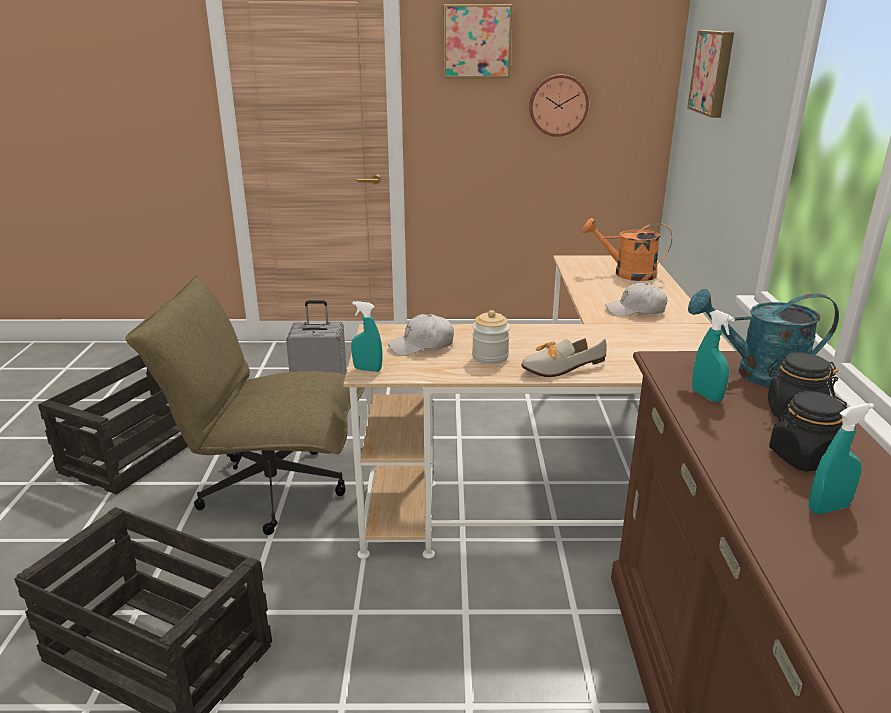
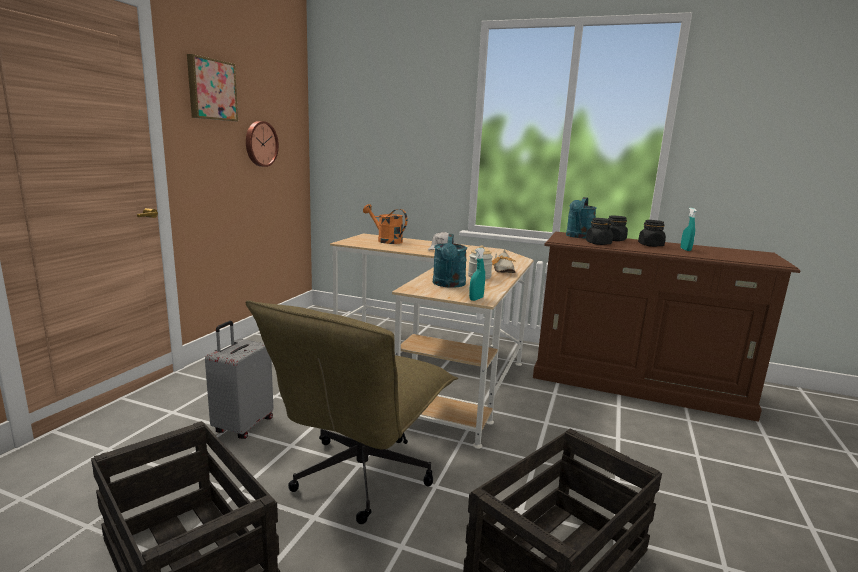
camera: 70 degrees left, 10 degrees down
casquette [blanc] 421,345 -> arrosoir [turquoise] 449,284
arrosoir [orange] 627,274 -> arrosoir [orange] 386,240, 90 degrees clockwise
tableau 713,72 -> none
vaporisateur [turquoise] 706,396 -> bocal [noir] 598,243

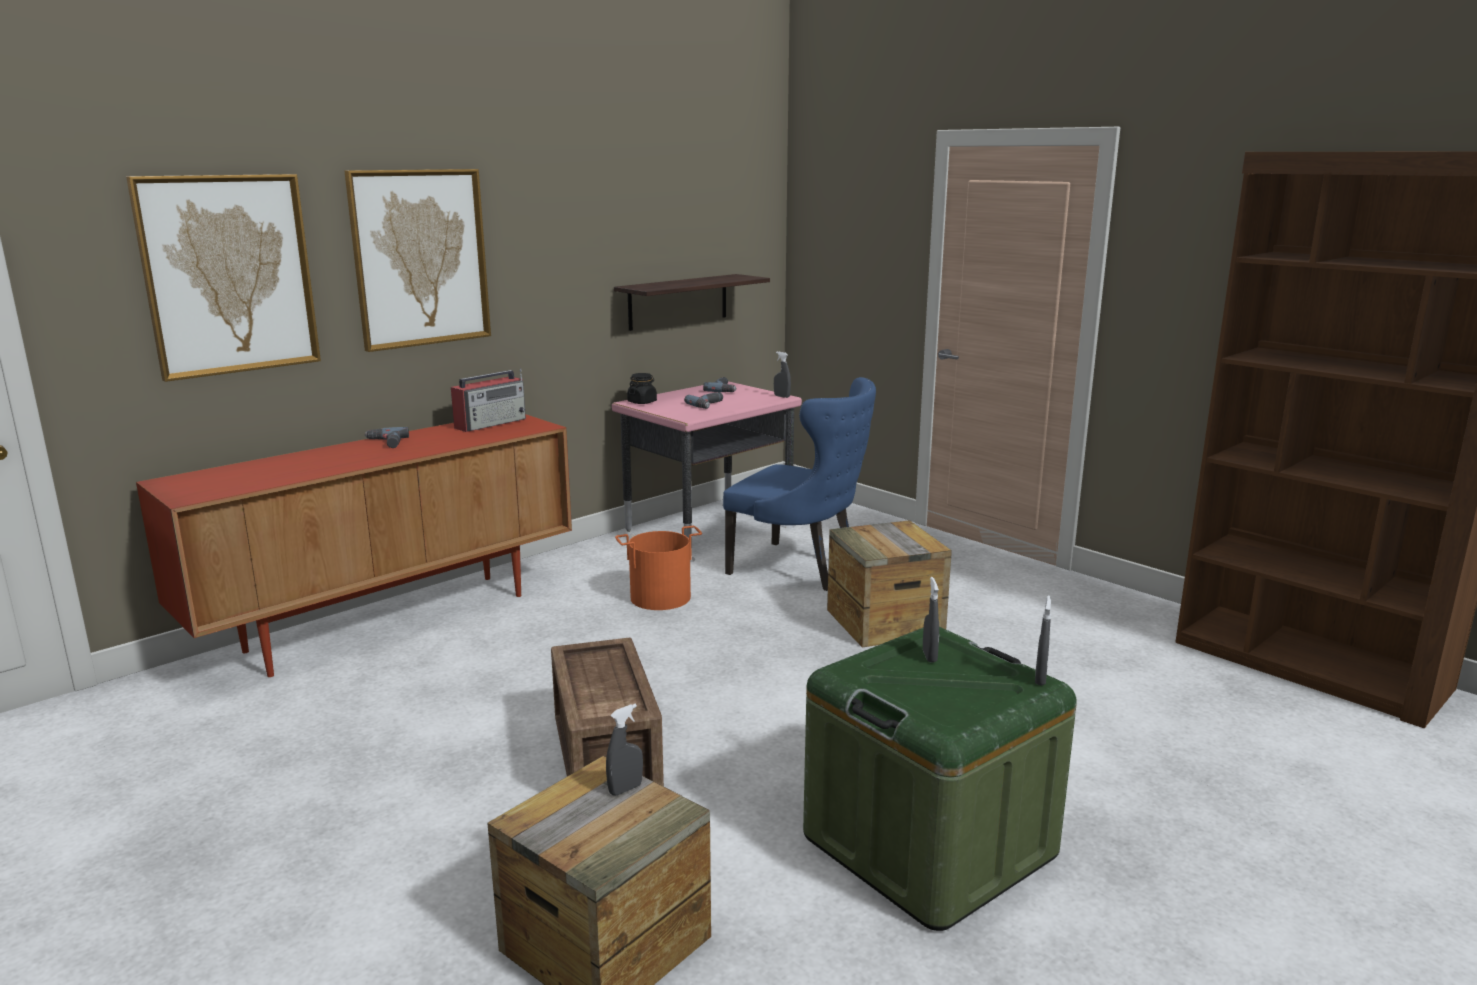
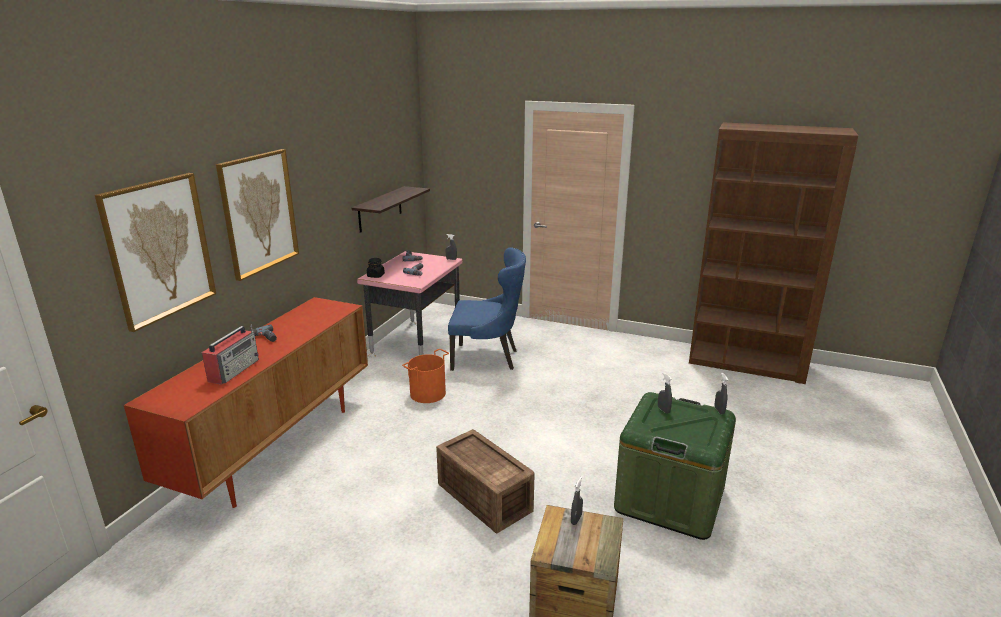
camera: 25 degrees left, 5 degrees up
radio 492,423 -> radio 234,370, moved
caisse 884,622 -> none

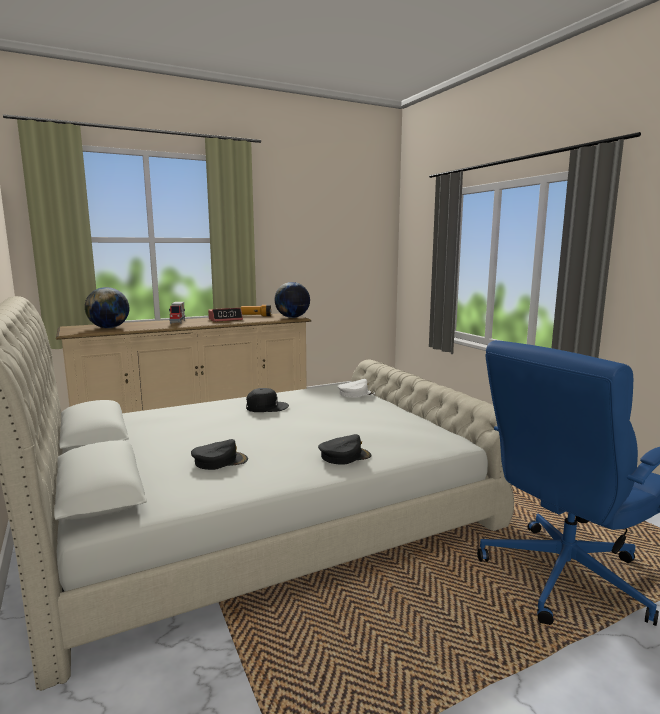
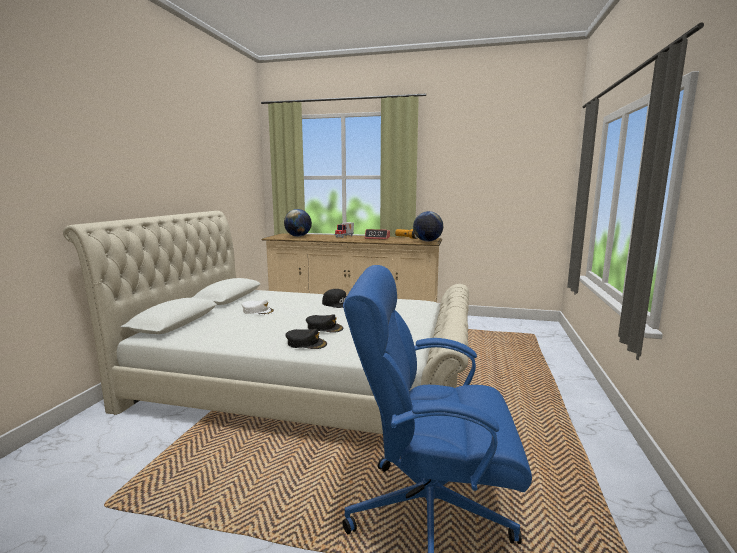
camera: 40 degrees right, 0 degrees up
casquette [noir] 220,461 -> casquette [noir] 324,327, moved
casquette [blanc] 356,393 -> casquette [blanc] 258,311, moved

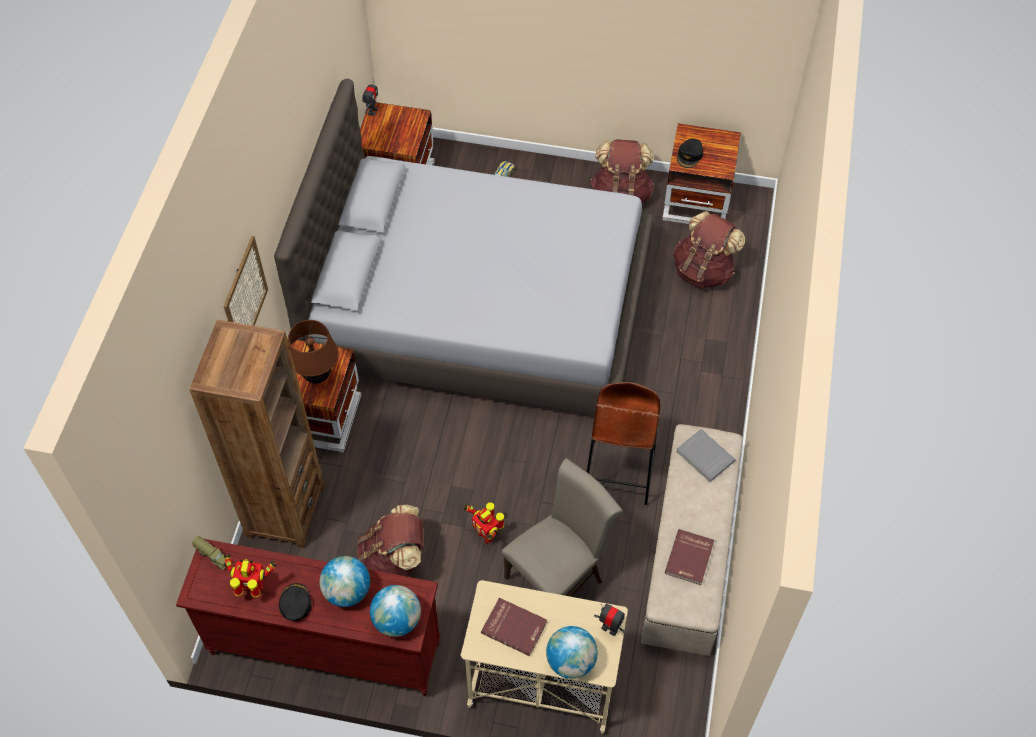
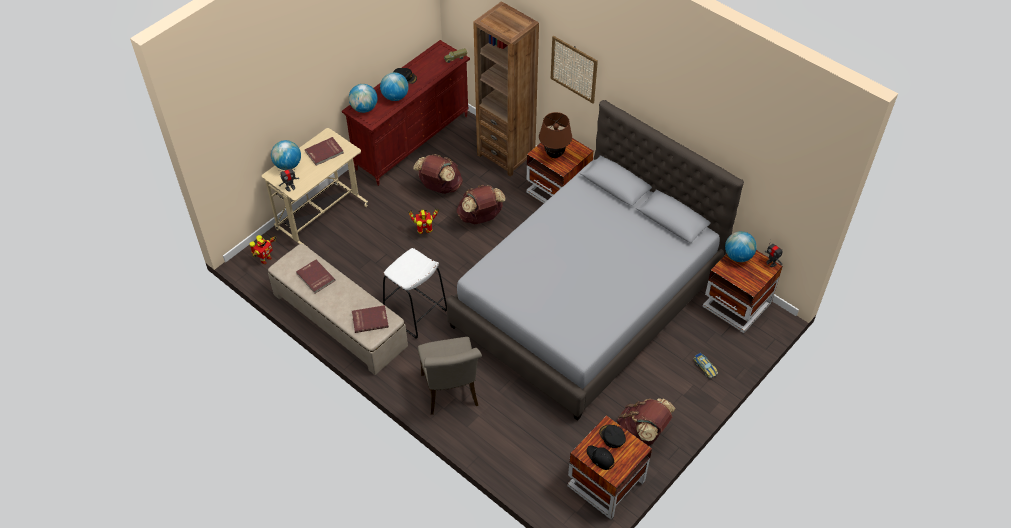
camera: 120 degrees right, 5 degrees down
robot jouet 253,588 -> robot jouet 265,259, moved
chaise [beige] 558,576 -> chaise [beige] 451,393, moved
tabouret [marron] 619,472 -> tabouret [blanc] 415,313
sac à dos [marron] 703,271 -> sac à dos [marron] 480,217, moved
livre [gris] 704,457 -> livre [rouge] 370,319
none -> casquette [noir] 600,458
none -> globe 738,256

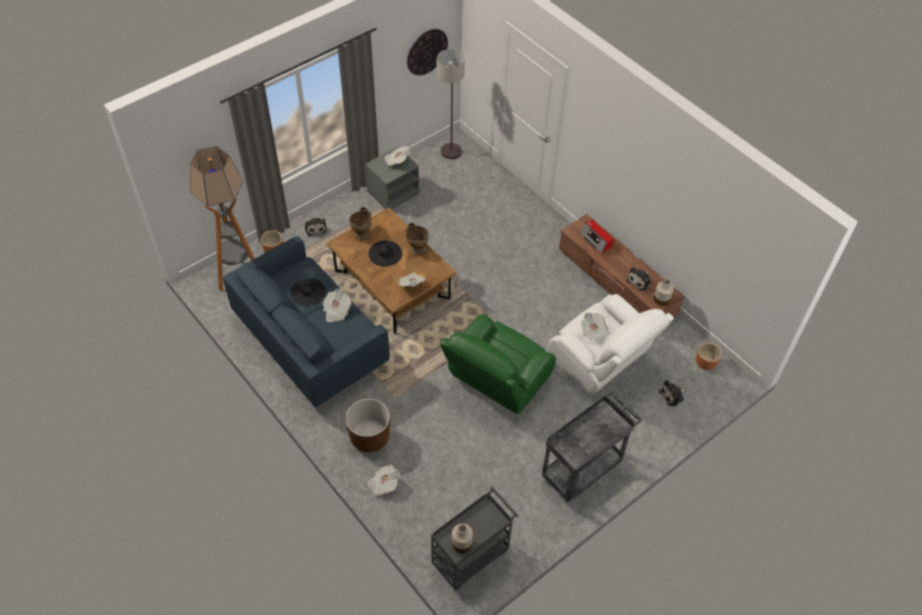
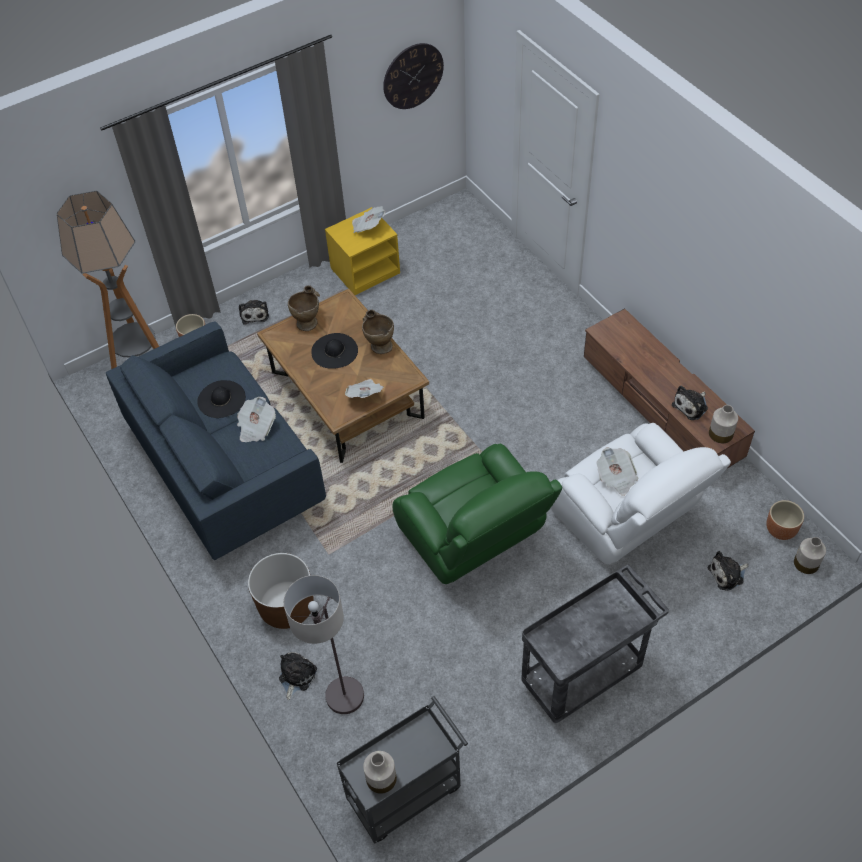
camera: 10 degrees right, 0 degrees up
table de chevet [gris] 393,192 -> table de chevet [jaune] 365,270
journal 383,484 -> peluche 296,676
lampadaire [gris] 450,156 -> lampadaire [gris] 341,707, moved
fauteuil [vert] 496,383 -> fauteuil [vert] 474,540, 75 degrees counterclockwise
radio 596,240 -> none
none -> vase [beige] 806,563

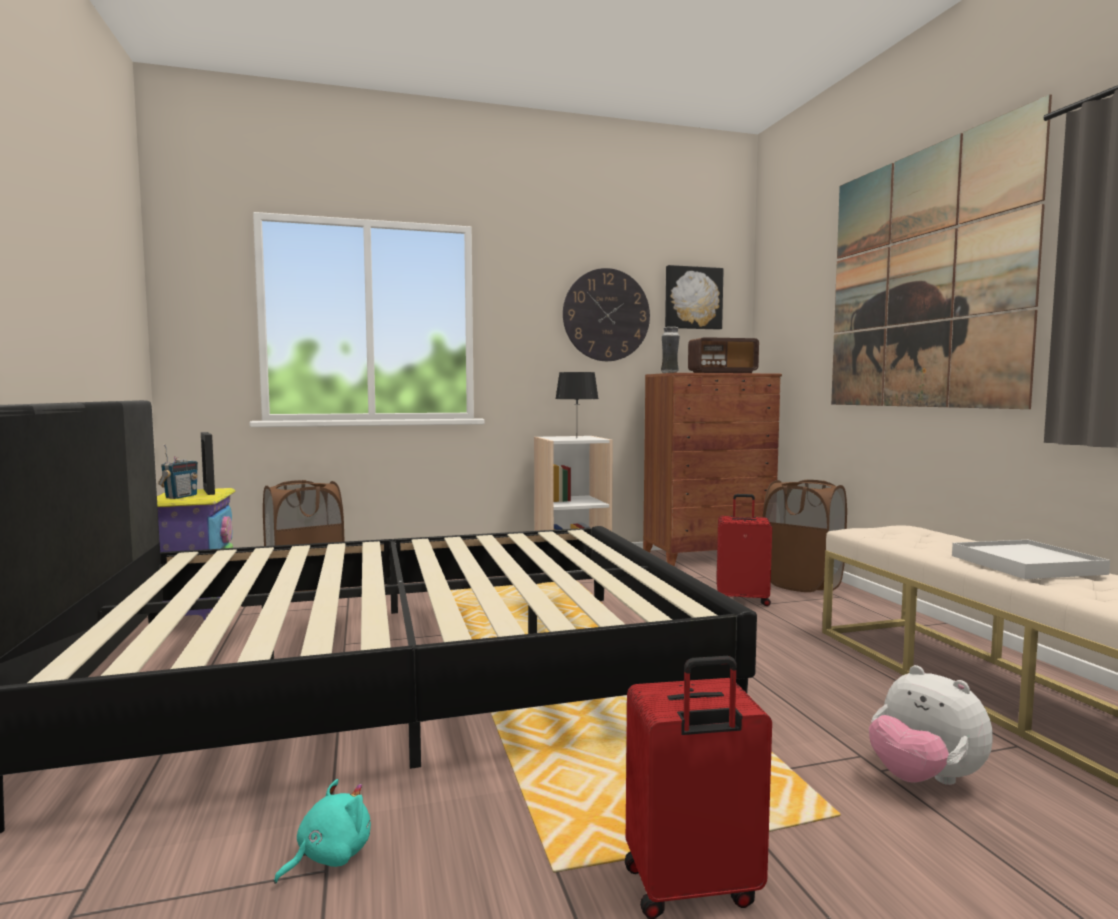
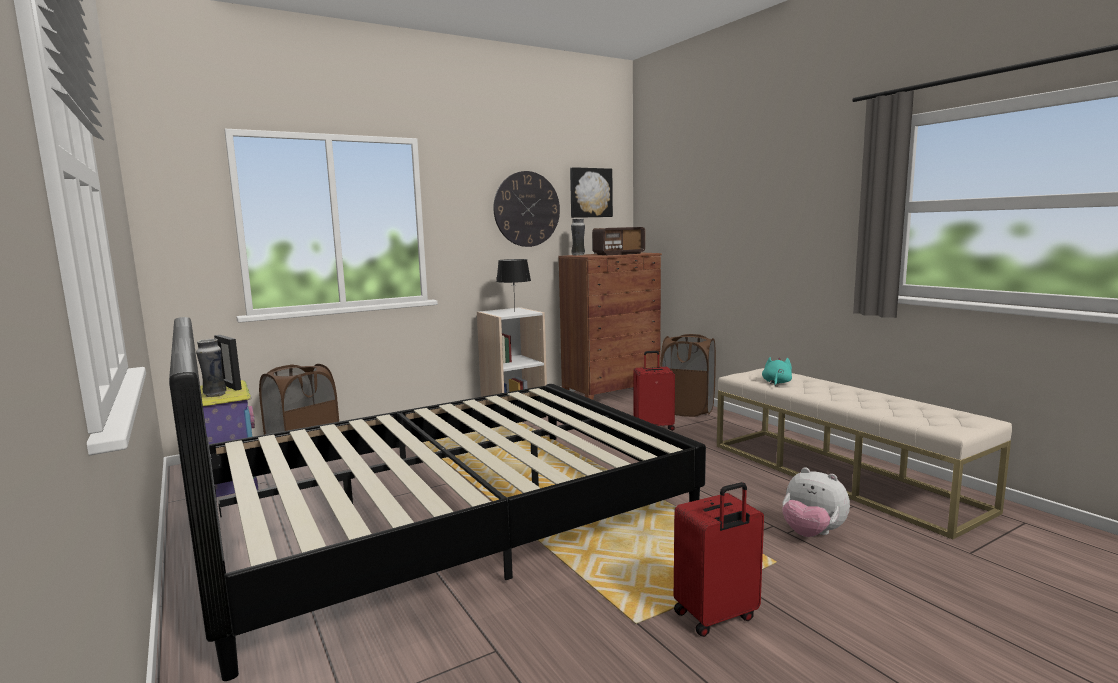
camera: 15 degrees left, 5 degrees up
radio 180,497 -> vase 214,395
peluche [turquoise] 329,856 -> peluche [turquoise] 776,383, moved
tableau 922,279 -> none
plateau [blanc] 1026,565 -> none

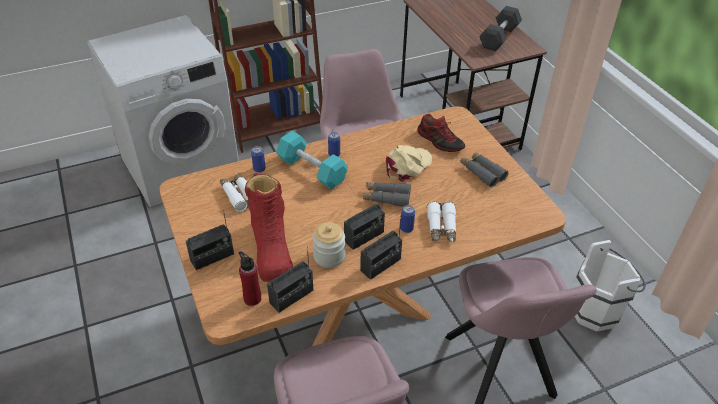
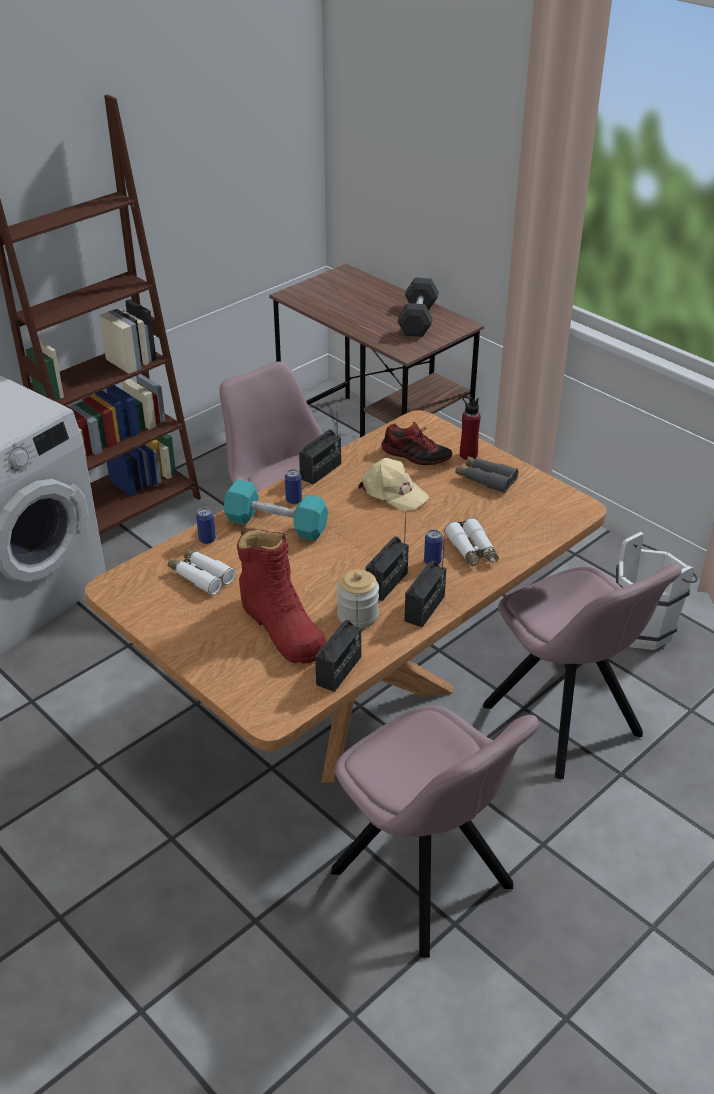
camera: 20 degrees left, 5 degrees down
radio 212,257 -> radio 321,471, moved
bouteille [rouge] 252,298 -> bouteille [rouge] 468,455, moved
jumelles [gris] 386,198 -> none
casquette [beige] 407,166 -> casquette [beige] 392,492, 105 degrees clockwise

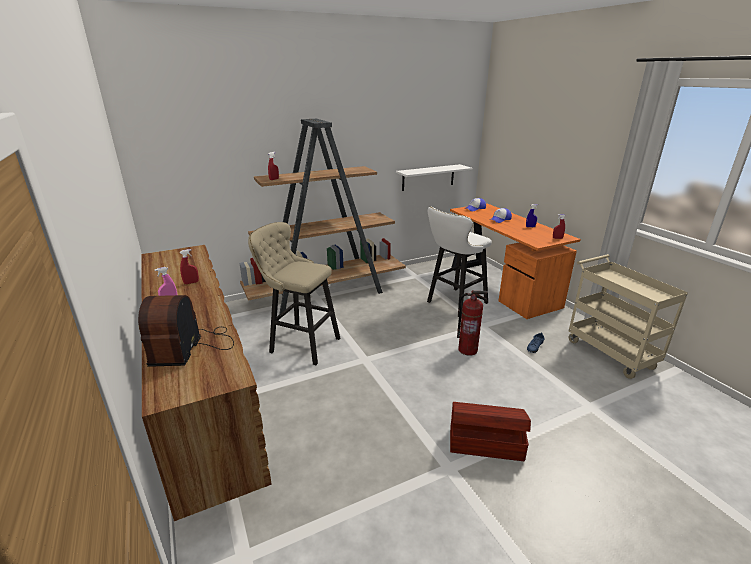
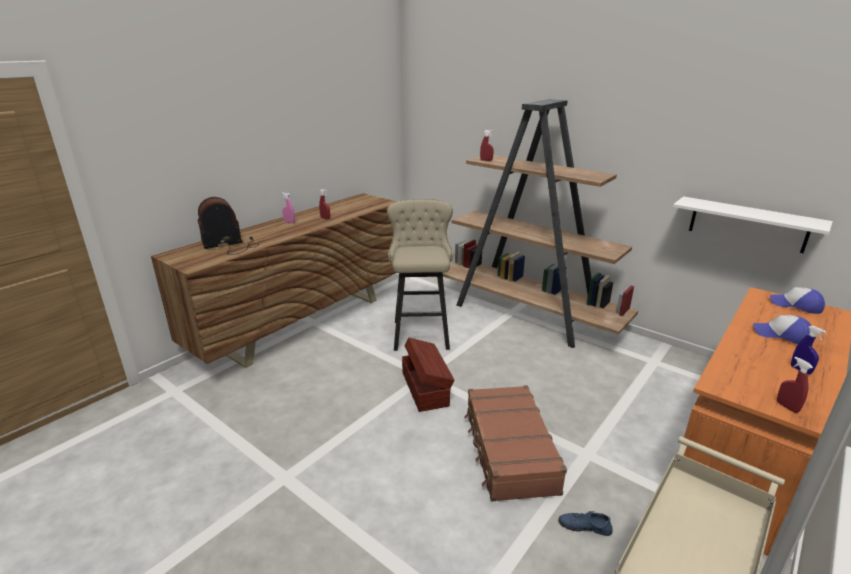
camera: 65 degrees right, 0 degrees up
tabouret [blanc] 452,304 -> none
boîte de rangement [marron] 485,443 -> boîte de rangement [marron] 425,388, moved
extincteur 467,350 -> valise [marron] 509,451

